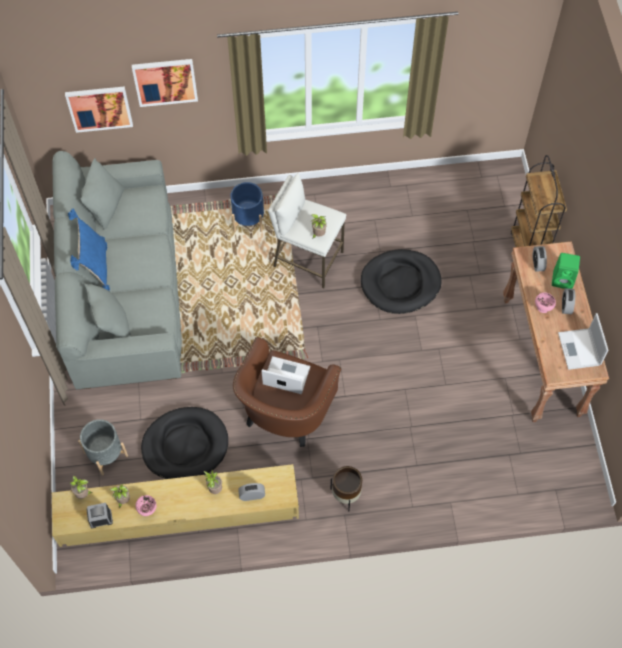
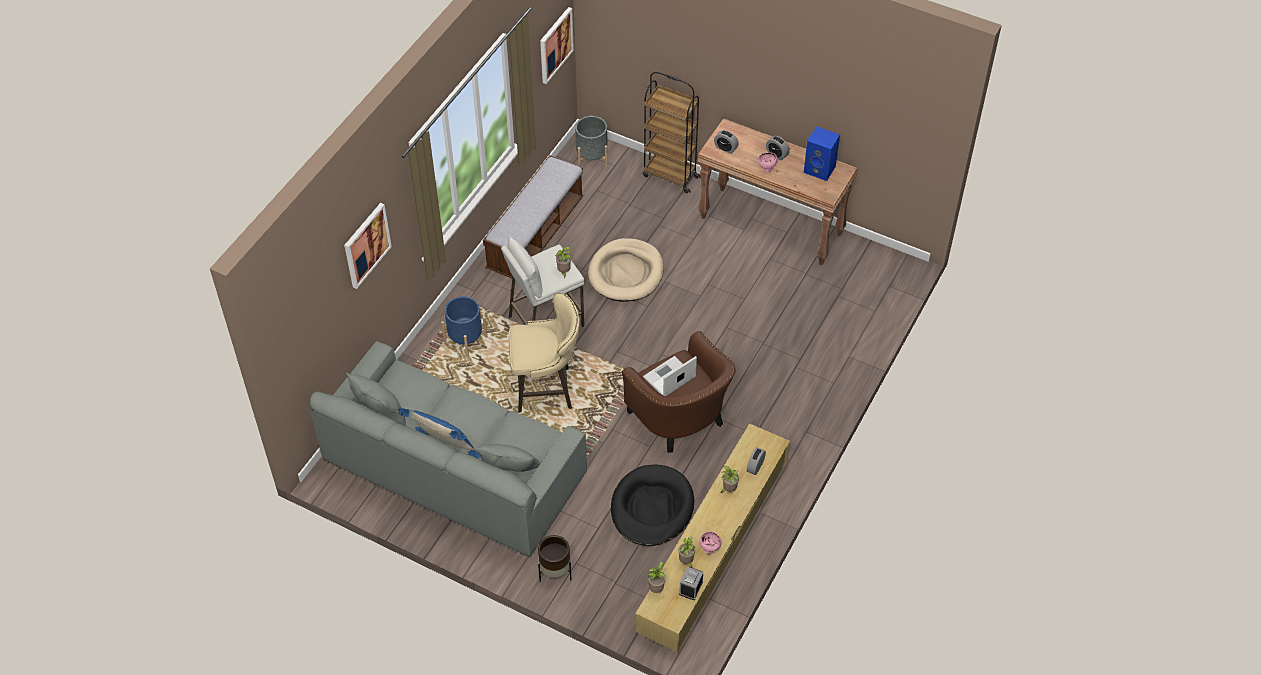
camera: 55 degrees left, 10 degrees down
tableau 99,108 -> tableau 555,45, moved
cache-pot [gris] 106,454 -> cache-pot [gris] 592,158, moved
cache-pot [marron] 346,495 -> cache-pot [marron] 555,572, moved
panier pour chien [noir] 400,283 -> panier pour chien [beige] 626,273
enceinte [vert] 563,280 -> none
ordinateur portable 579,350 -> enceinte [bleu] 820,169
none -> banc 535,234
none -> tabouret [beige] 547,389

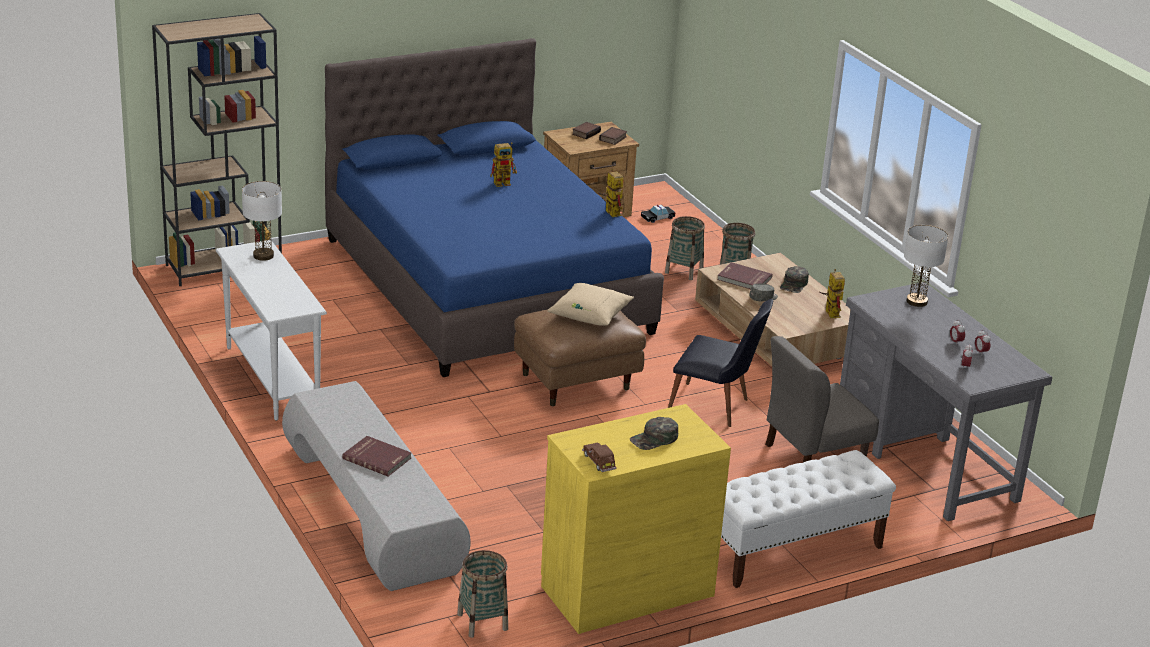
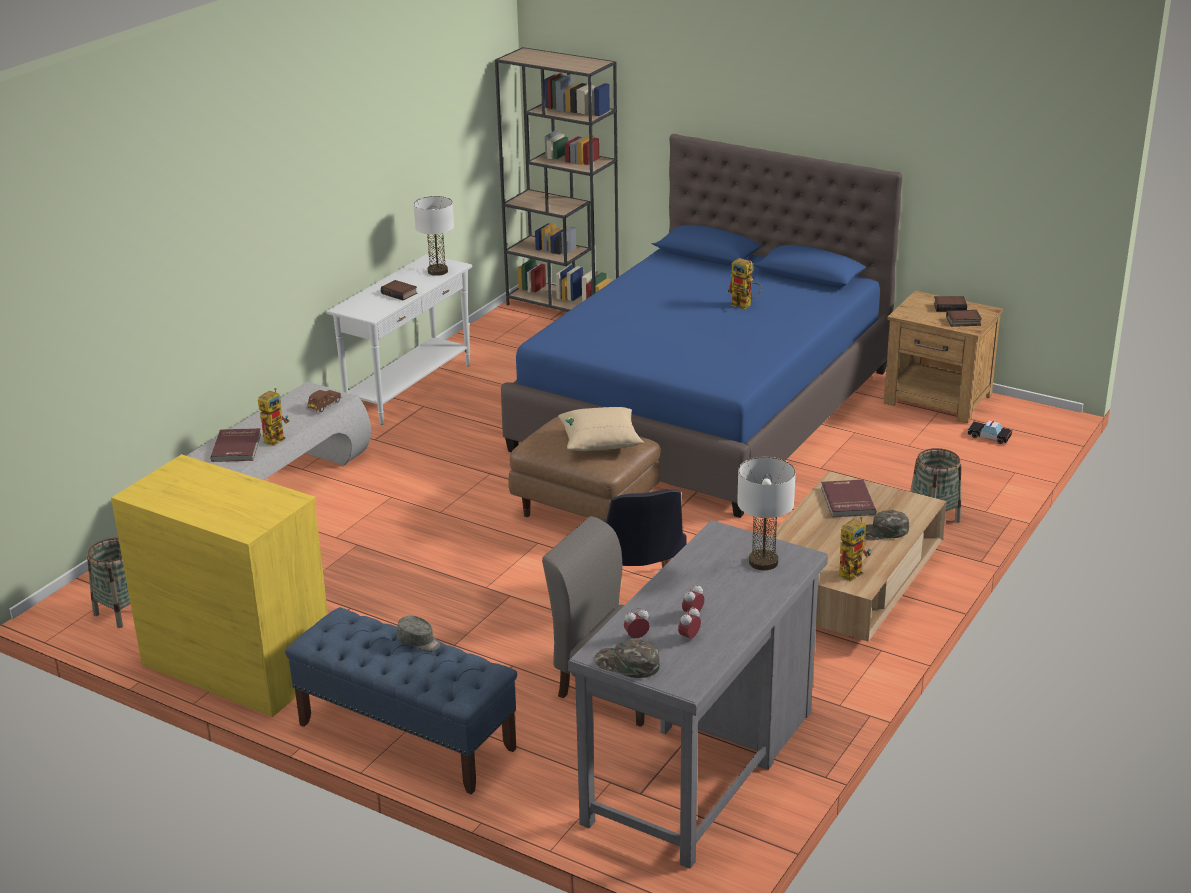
camera: 60 degrees right, 0 degrees up
petite voiture [marron] 599,462 -> petite voiture [marron] 324,406, moved
robot jouet 610,212 -> robot jouet 276,438, moved
casquette [vert] 654,439 -> casquette [vert] 627,664, moved
panier 684,271 -> none
banc [blanc] 792,550 -> banc [bleu] 405,736
casquette [gris] 763,298 -> casquette [gris] 419,642, moved
none -> livre 400,293

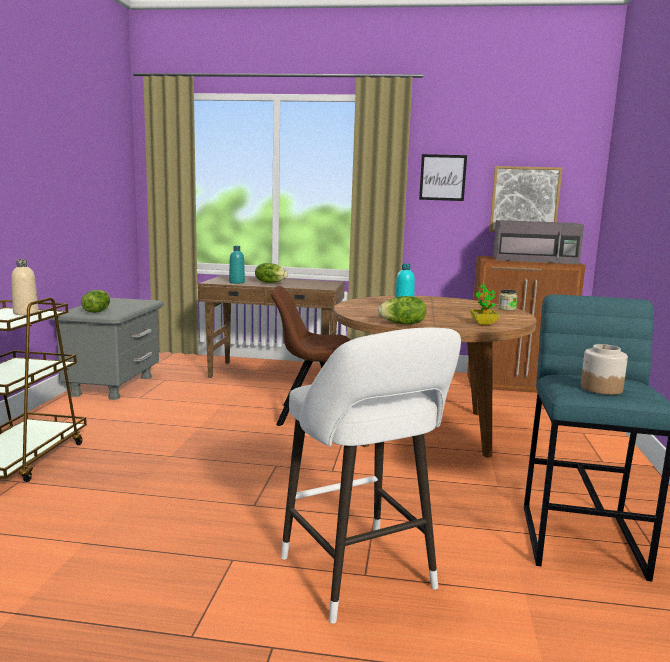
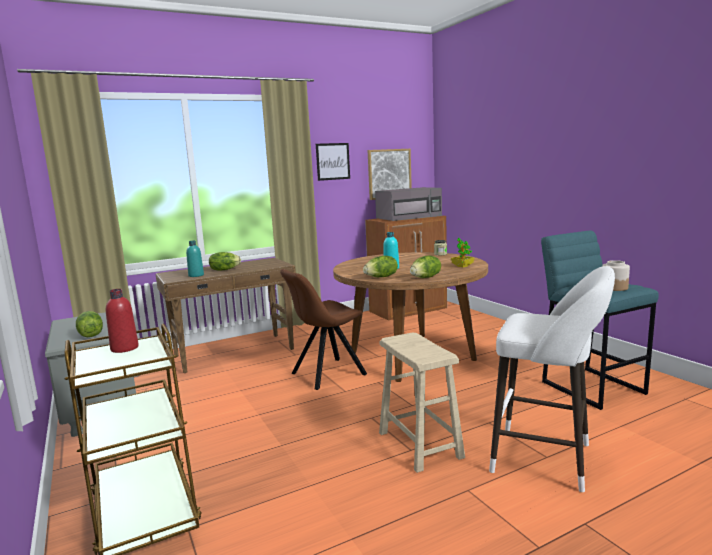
camera: 35 degrees left, 0 degrees up
bouteille [beige] 26,313 -> bouteille [rouge] 124,348
none -> laitue 381,277
none -> tabouret [beige] 420,445

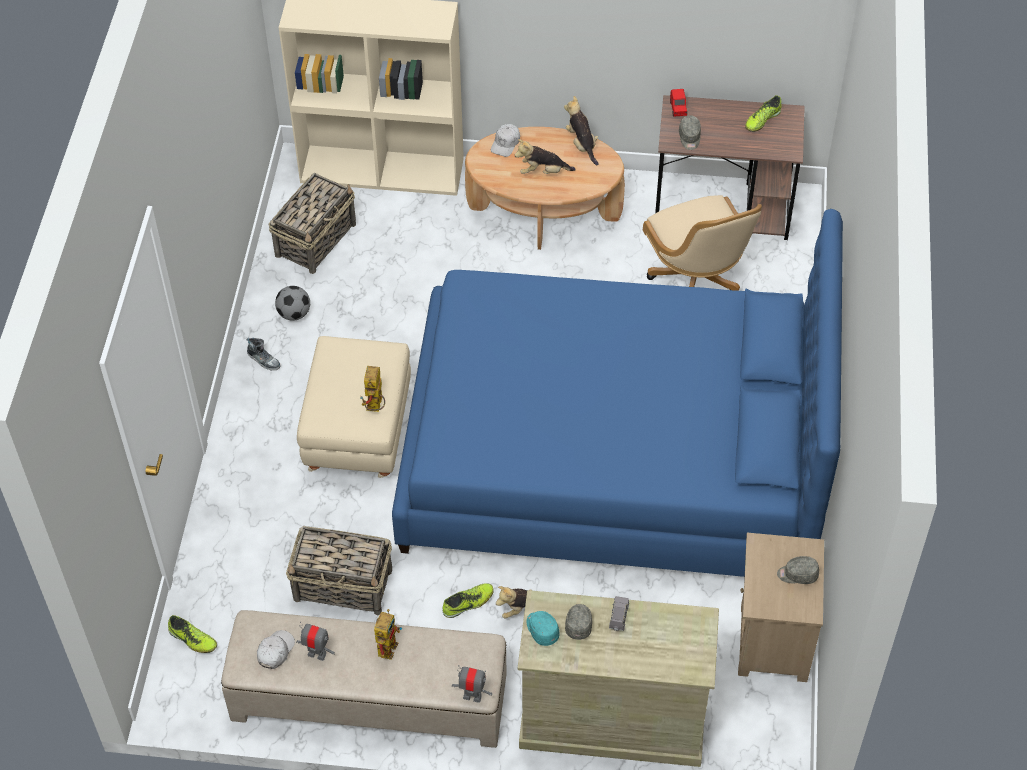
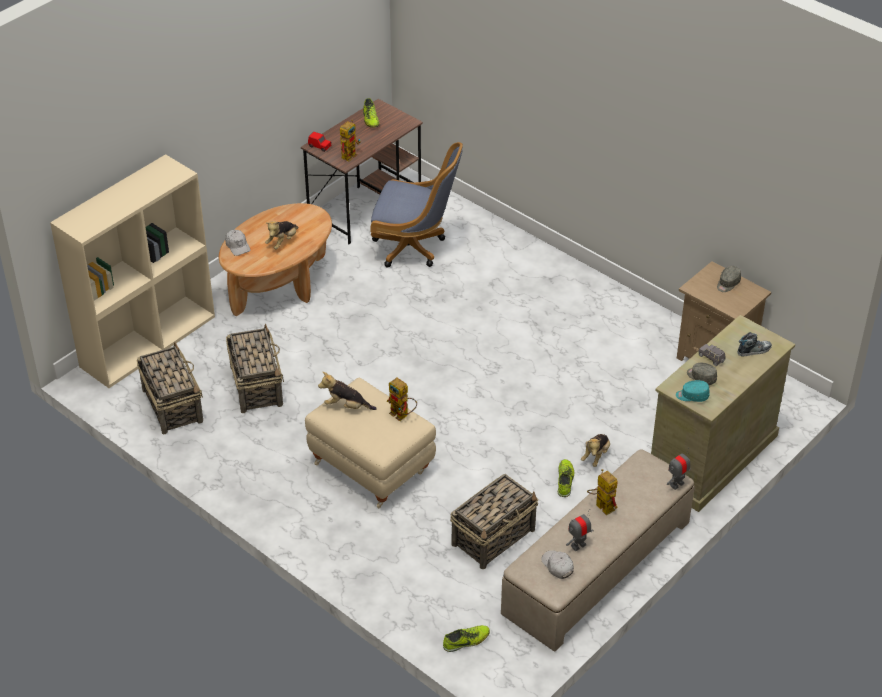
camera: 55 degrees left, 10 degrees down
chaussure 263,360 -> chaussure 754,350, moved
ballon de foot 294,313 -> none
lit [bleu] 613,457 -> none
peluche 581,144 -> peluche 346,406, moved
chaise de bureau [beige] 699,284 -> chaise de bureau [bleu] 415,248
casquette [gris] 689,137 -> robot jouet 350,154
none -> panier 256,385

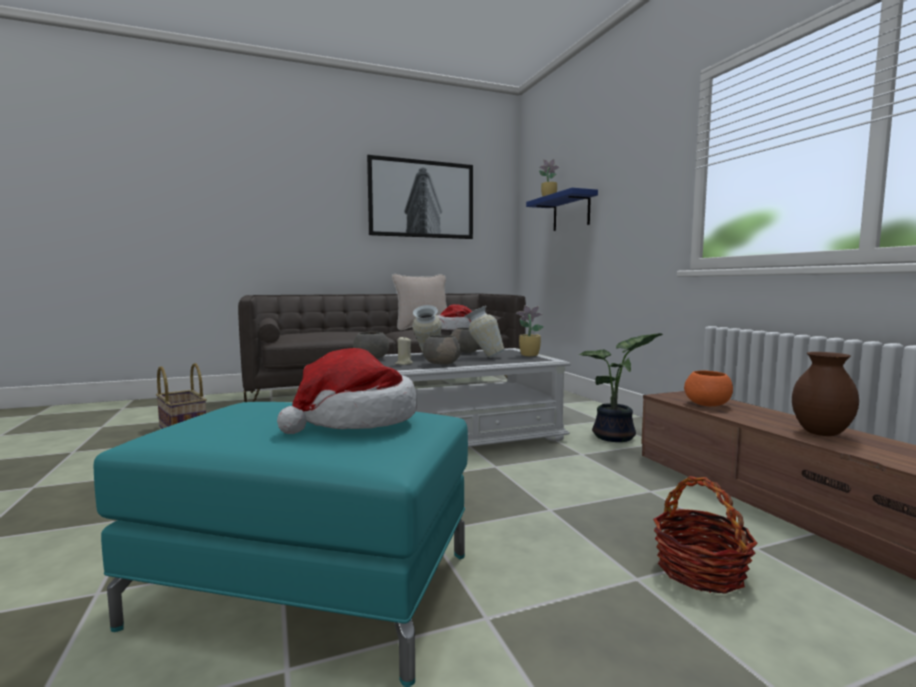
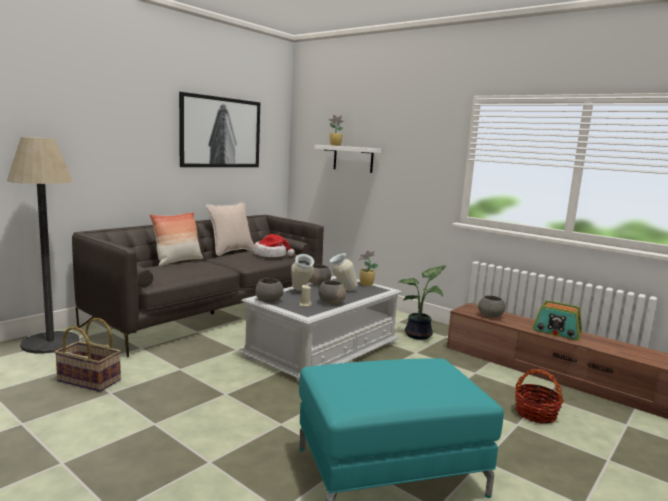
camera: 30 degrees left, 5 degrees up
chapeau 356,420 -> none
étagère [bleu] 571,212 -> étagère [blanc] 353,159
bol [orange] 707,404 -> bol [gris] 490,316
vase [marron] 822,433 -> radio 556,332
none -> lampadaire 50,343
none -> coussin 178,261

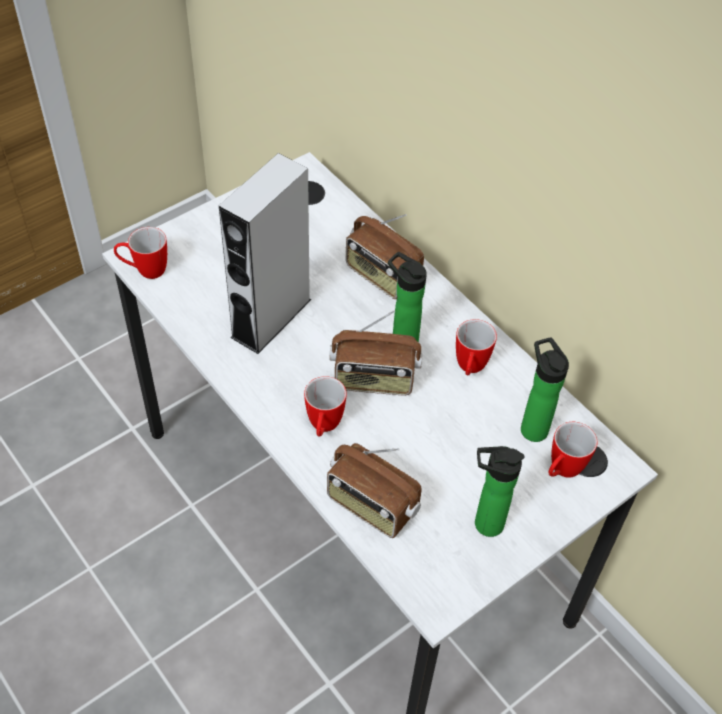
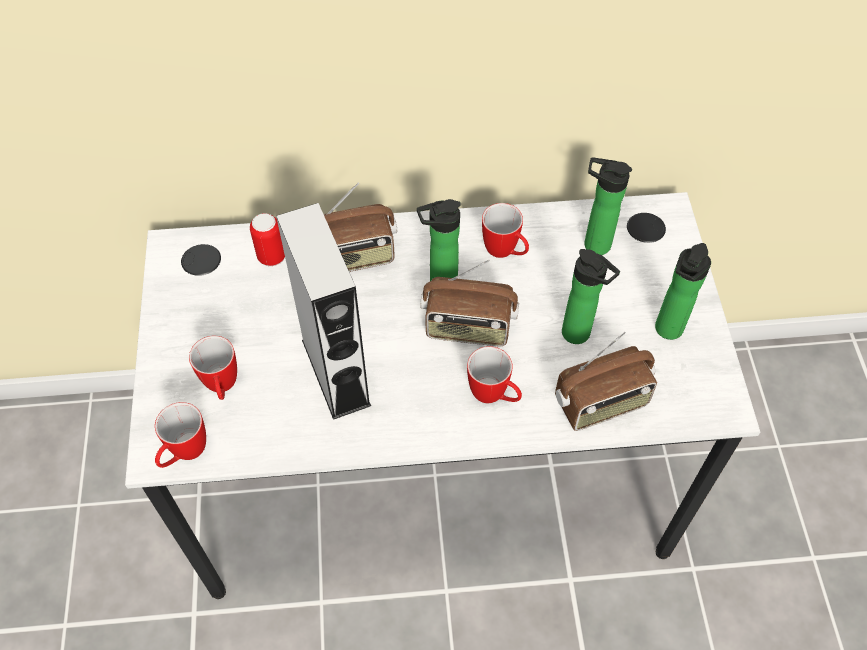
camera: 55 degrees left, 5 degrees up
radio 374,380 -> radio 468,328, 60 degrees clockwise
mug 561,471 -> mug 222,388, moved
none -> boîte métallique 271,257
none -> bouteille 579,335

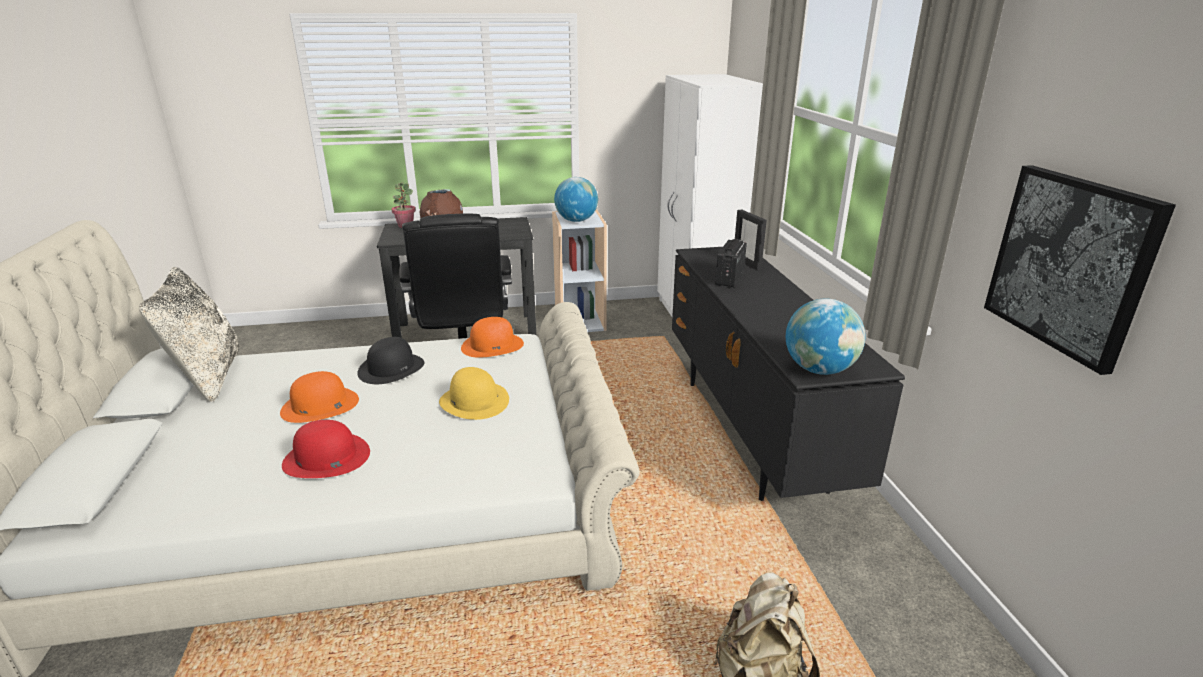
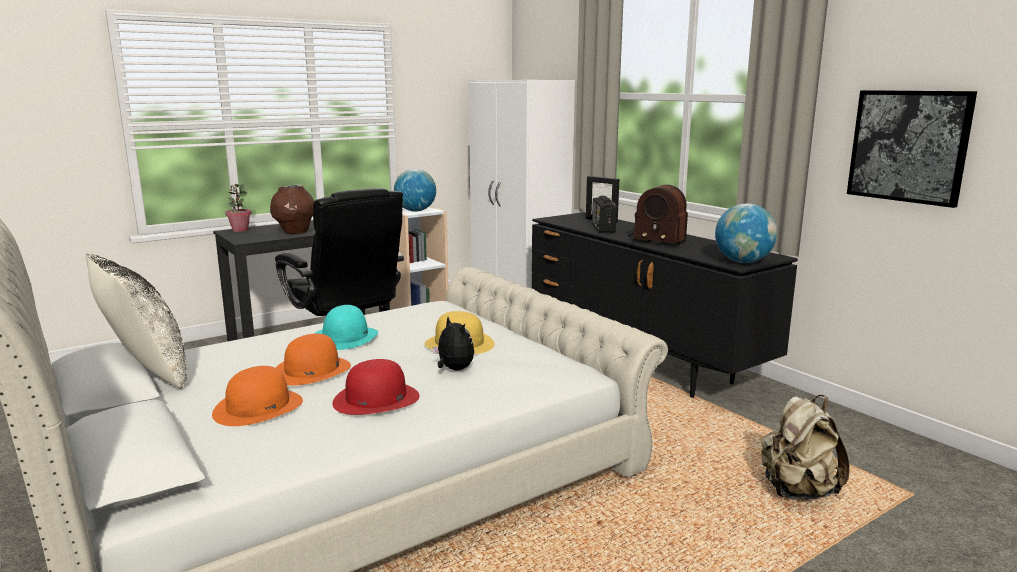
camera: 25 degrees left, 10 degrees down
chapeau [noir] 391,368 -> chapeau [turquoise] 345,337
chapeau [orange] 492,345 -> chapeau [orange] 258,407, moved
none -> peluche 454,369
none -> radio 655,239

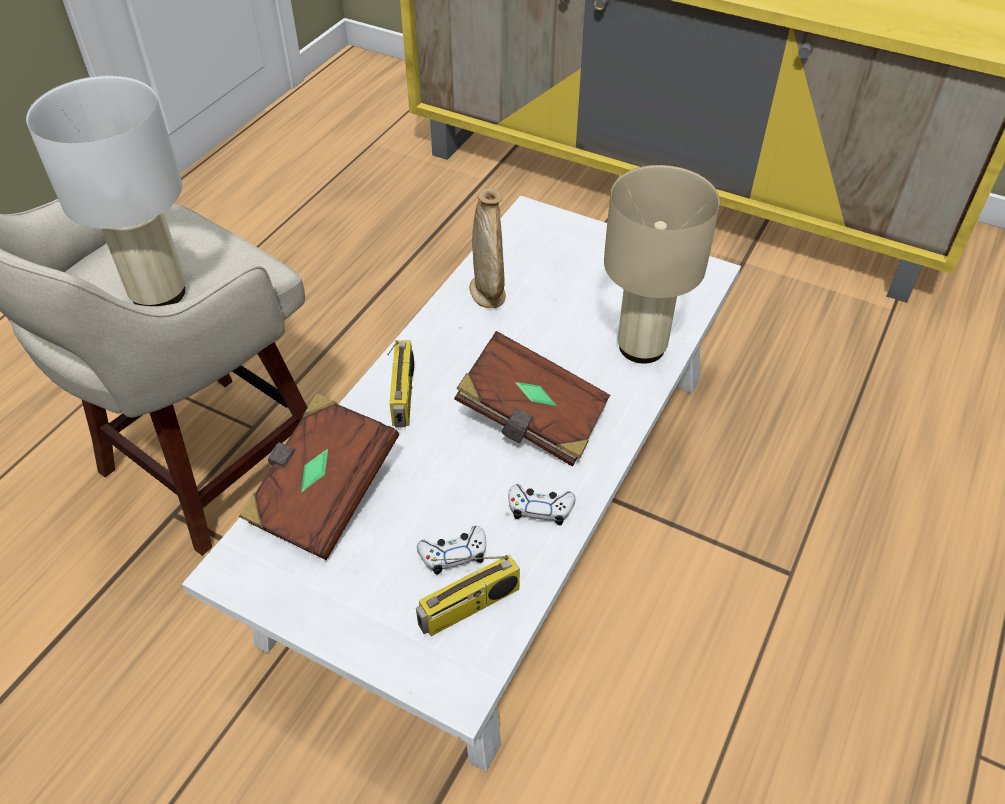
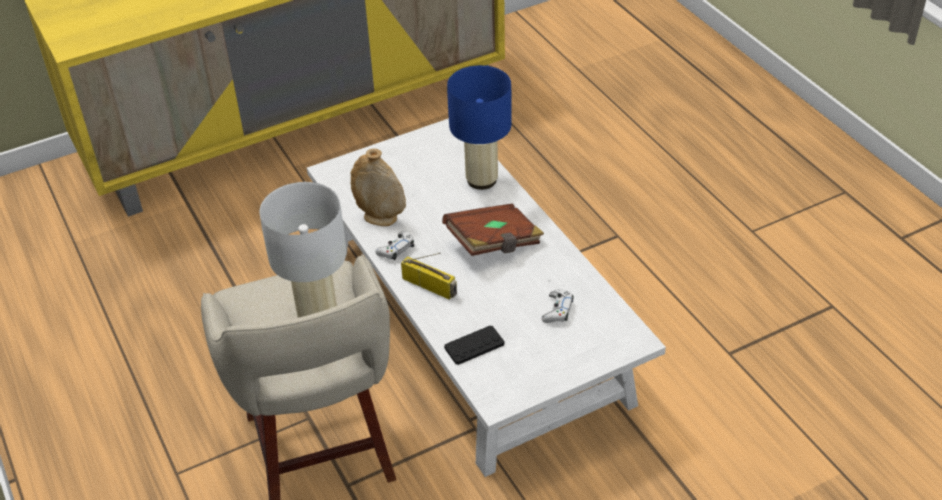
camera: 55 degrees left, 5 degrees down
livre [marron] 323,494 -> manette [noir] 474,346
radio 469,607 -> none
manette [blanc] 540,508 -> manette [blanc] 396,249, moved
lampe de table [beige] 642,346 -> lampe de table [bleu] 481,179

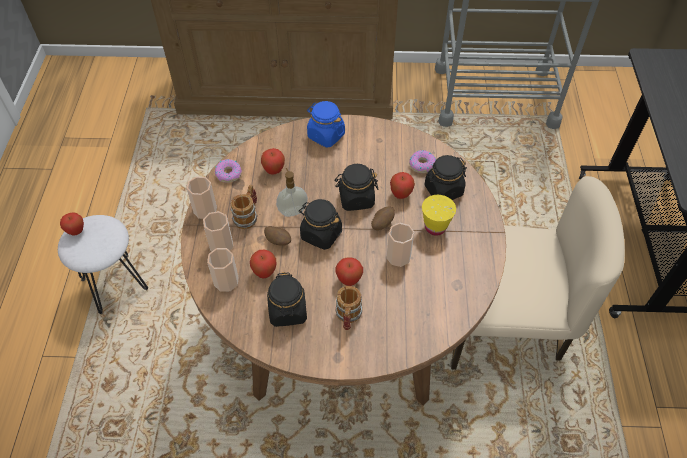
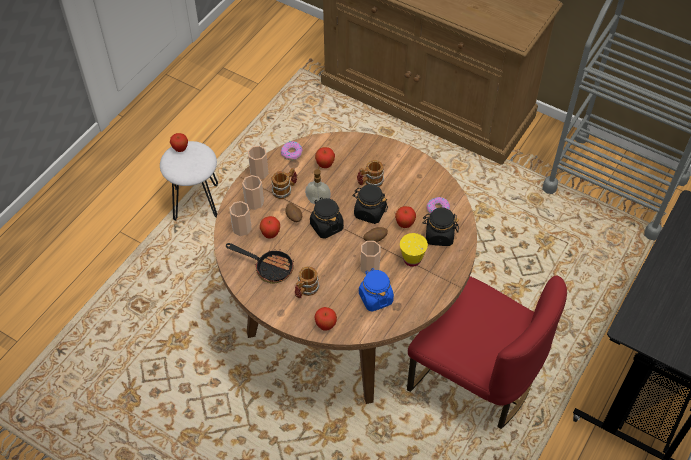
camera: 30 degrees right, 0 degrees up
bocal [noir] 288,311 -> poêle 269,267
bocal [bleu] 325,135 -> bocal [bleu] 375,298, moved
pomme 349,280 -> pomme 325,325, moved
chaise [beige] 504,325 -> chaise [rouge] 474,379
none -> mug 370,182

